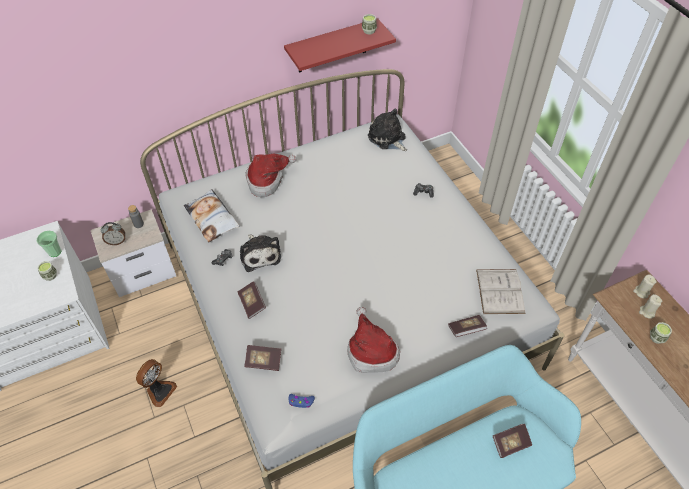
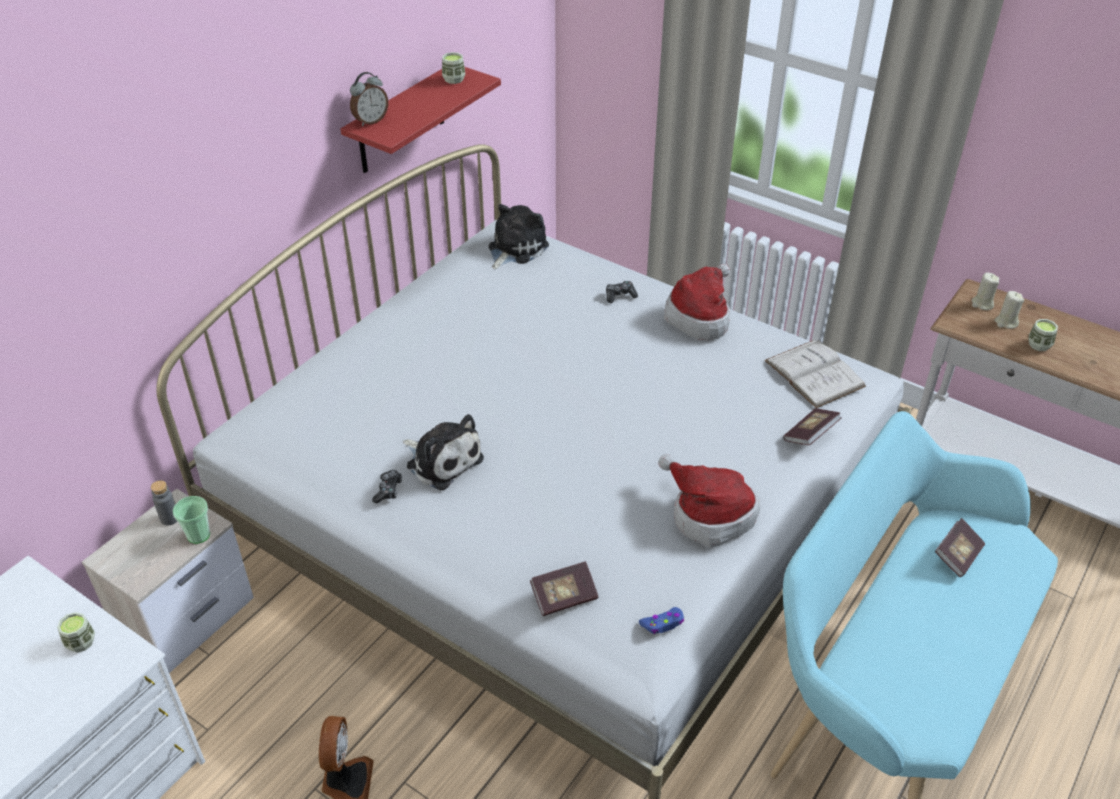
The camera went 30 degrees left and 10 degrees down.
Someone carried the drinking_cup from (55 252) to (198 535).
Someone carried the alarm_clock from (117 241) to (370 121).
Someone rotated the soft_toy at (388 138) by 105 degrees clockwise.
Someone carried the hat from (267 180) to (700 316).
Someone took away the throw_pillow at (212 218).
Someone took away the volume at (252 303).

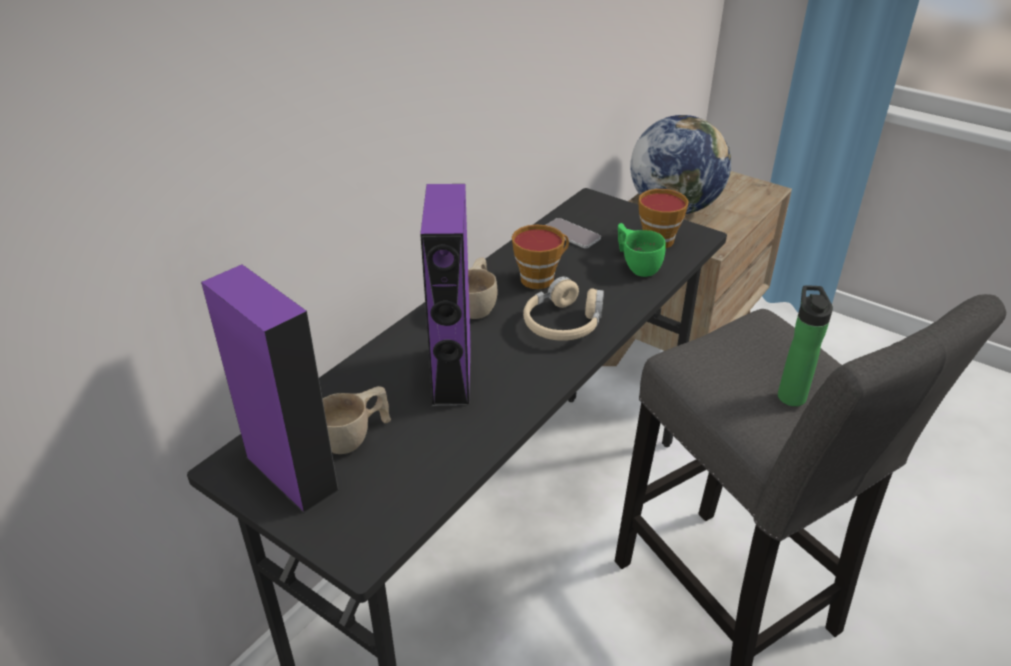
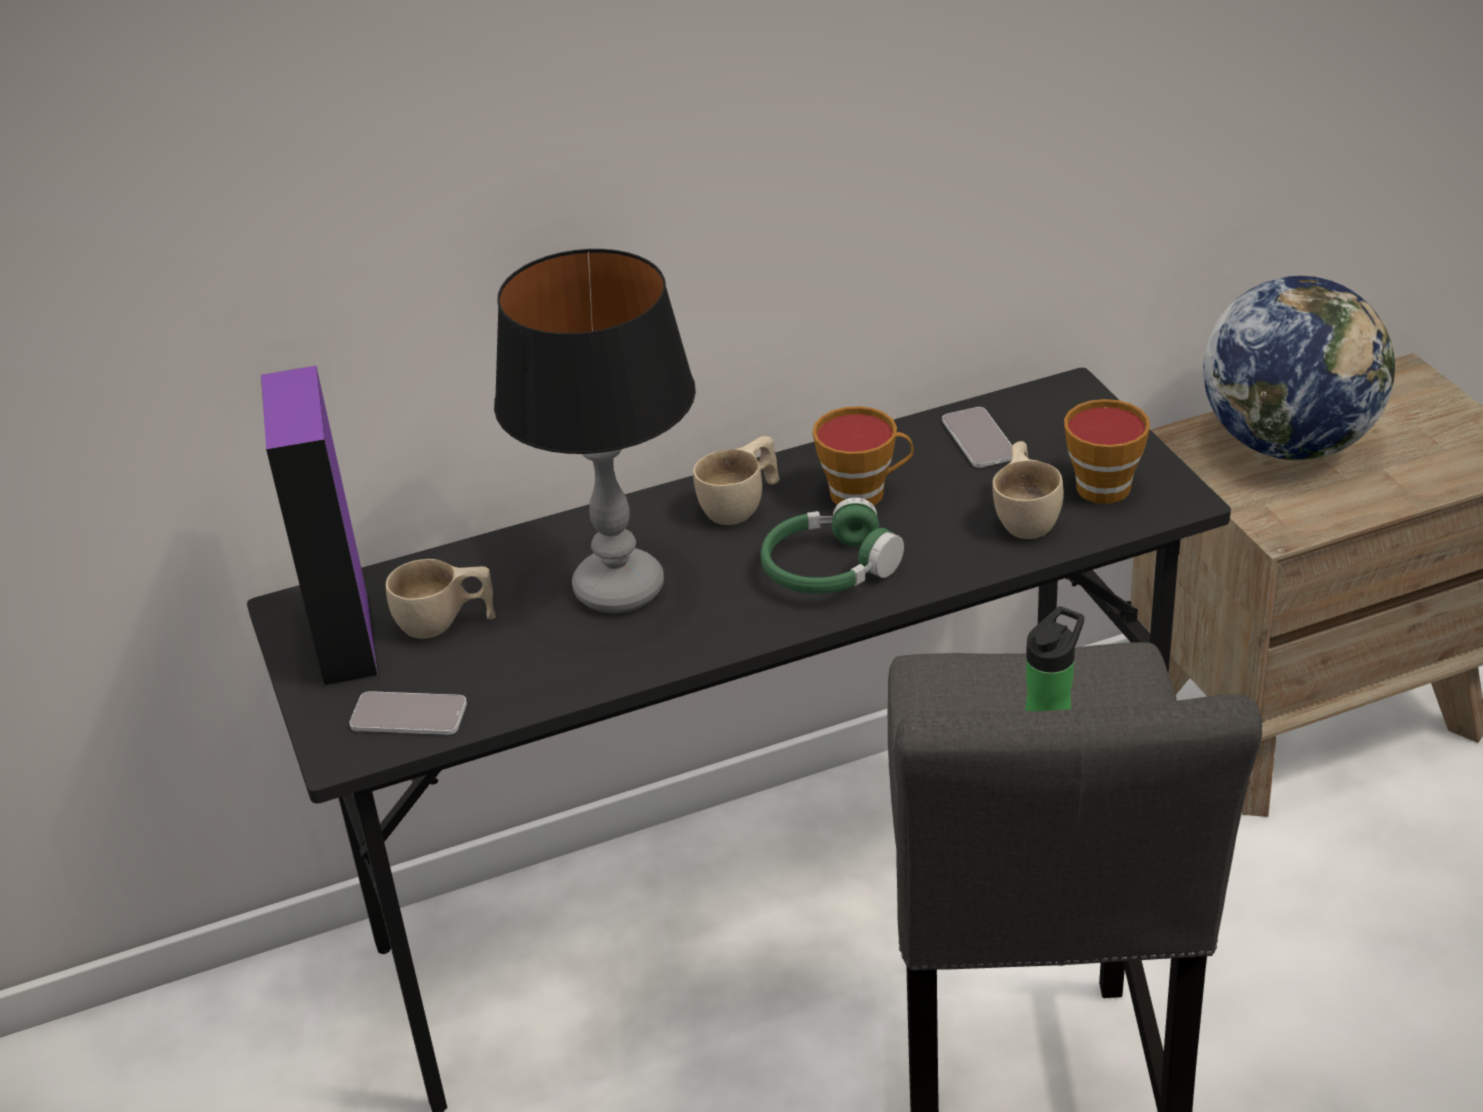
The camera went 35 degrees right and 0 degrees up.
Someone put down the handset at (409 715).
Someone swapped the purplish_speaker at (452 375) for the tabletop_lamp at (620 588).
Someone repainted the sand-coloured_pair_of_headphones at (563 323), which became the green_pair_of_headphones at (829 568).
Someone repainted the green_drinking_cup at (637 264), which became the sand-coloured_drinking_cup at (1027 515).

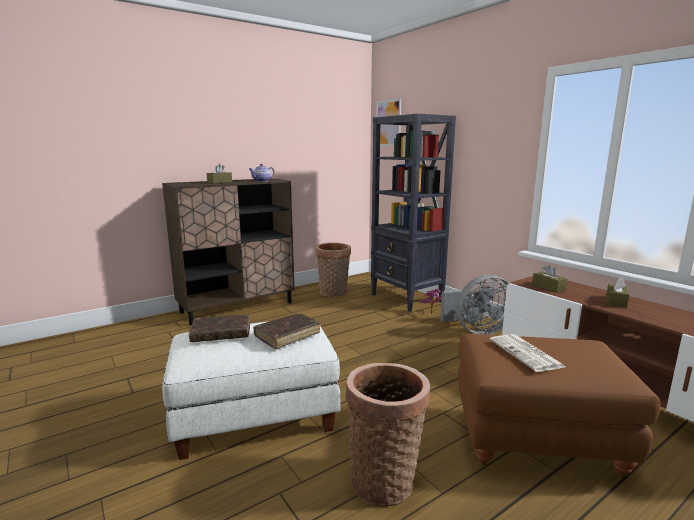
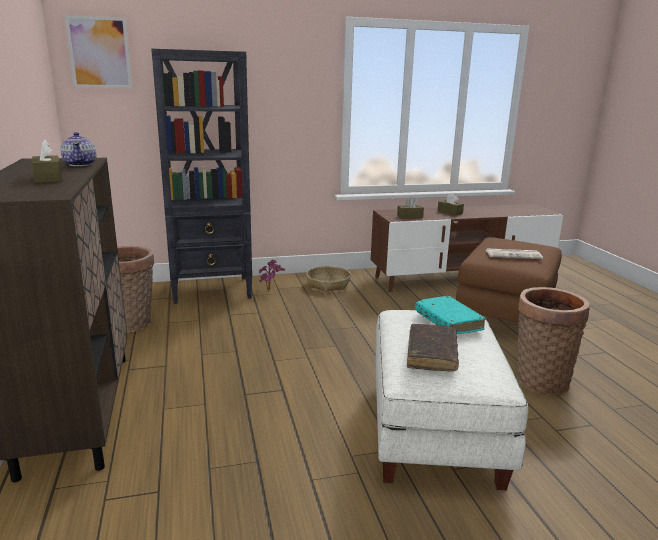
The camera went 70 degrees left and 5 degrees up.
Someone swapped the grey_cooling_fan at (477 331) for the storage_basket at (328 285).
Someone repainted the brown-coloured_volume at (287 336), which became the turquoise-coloured_volume at (448 322).

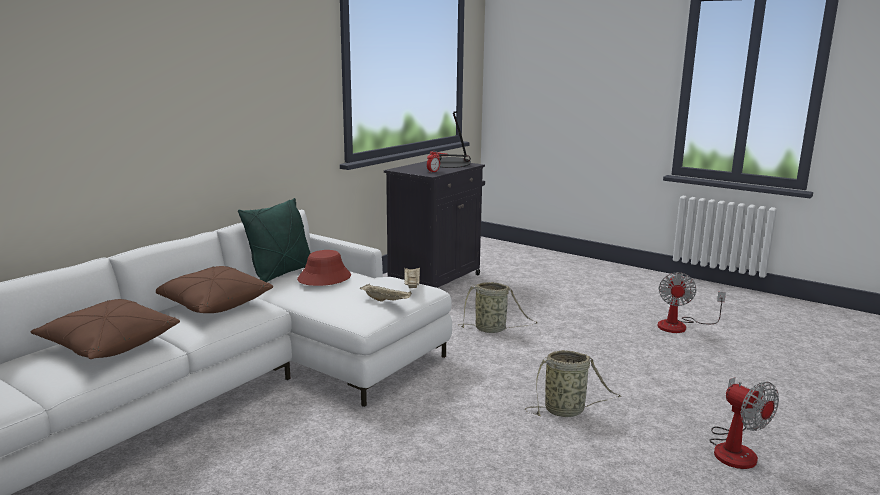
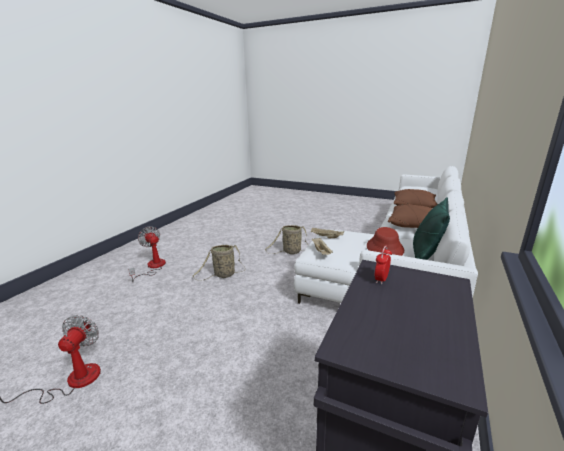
The camera went 170 degrees right and 5 degrees up.
Someone carried the storage_basket from (492 329) to (290 252).
Someone took away the tabletop_lamp at (450 164).

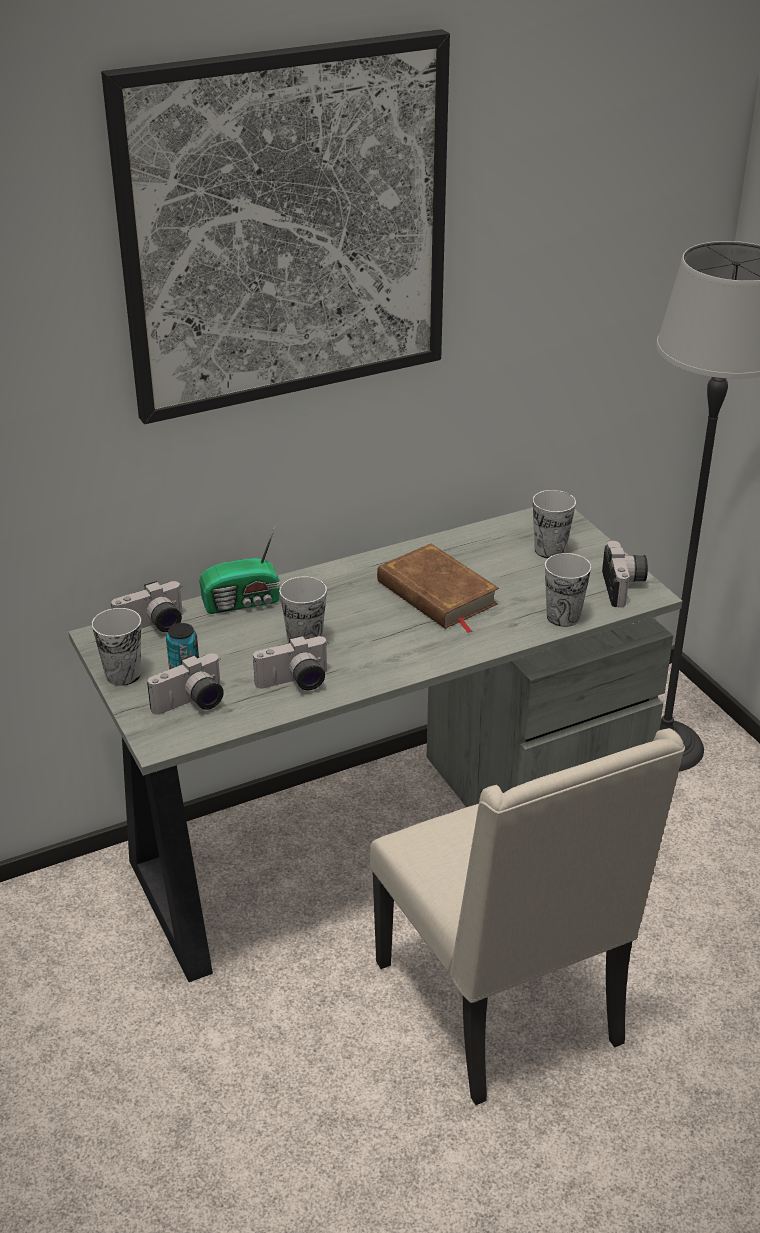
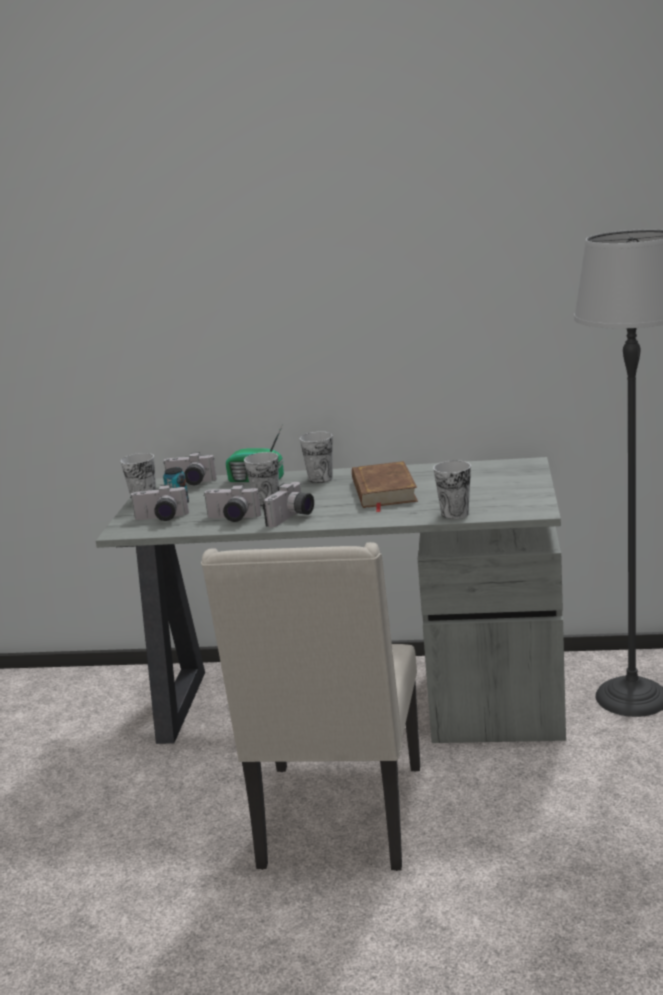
The camera went 35 degrees right and 15 degrees down.
Someone carried the still_camera from (625 587) to (292 517).
Someone carried the drinking_cup from (550 550) to (320 479).
Someone took away the wall_art at (286 228).

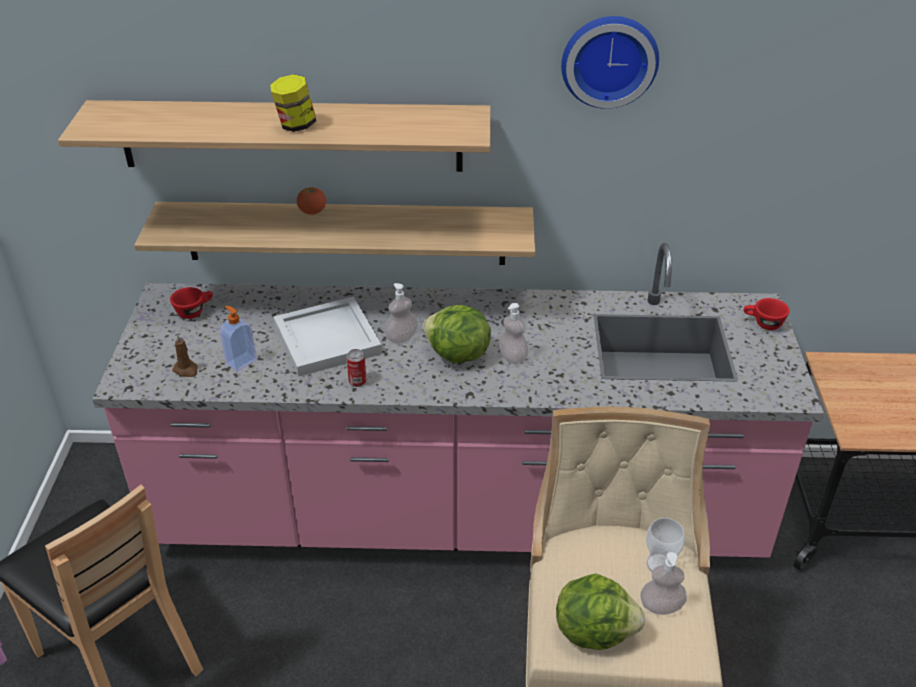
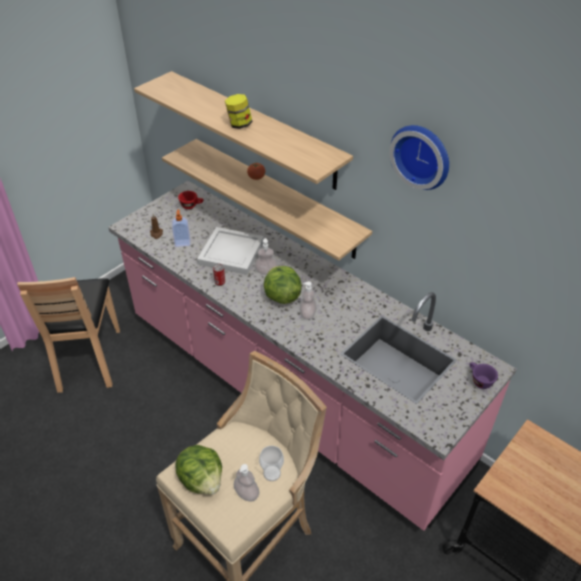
The camera went 40 degrees right and 5 degrees up.
Someone repainted the reddish_drinking_cup at (763 323), which became the purplish_drinking_cup at (479 380).

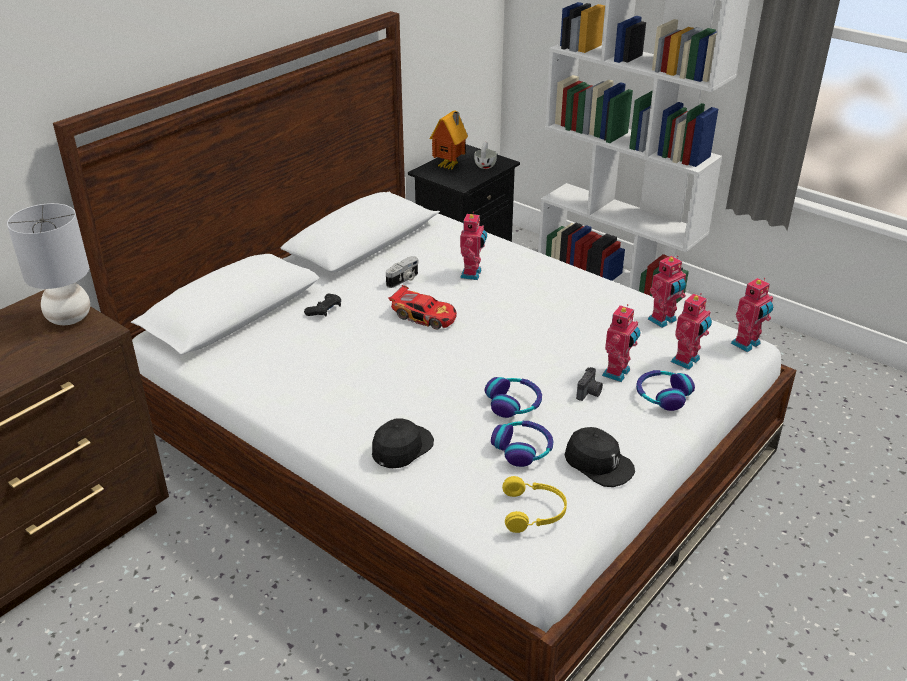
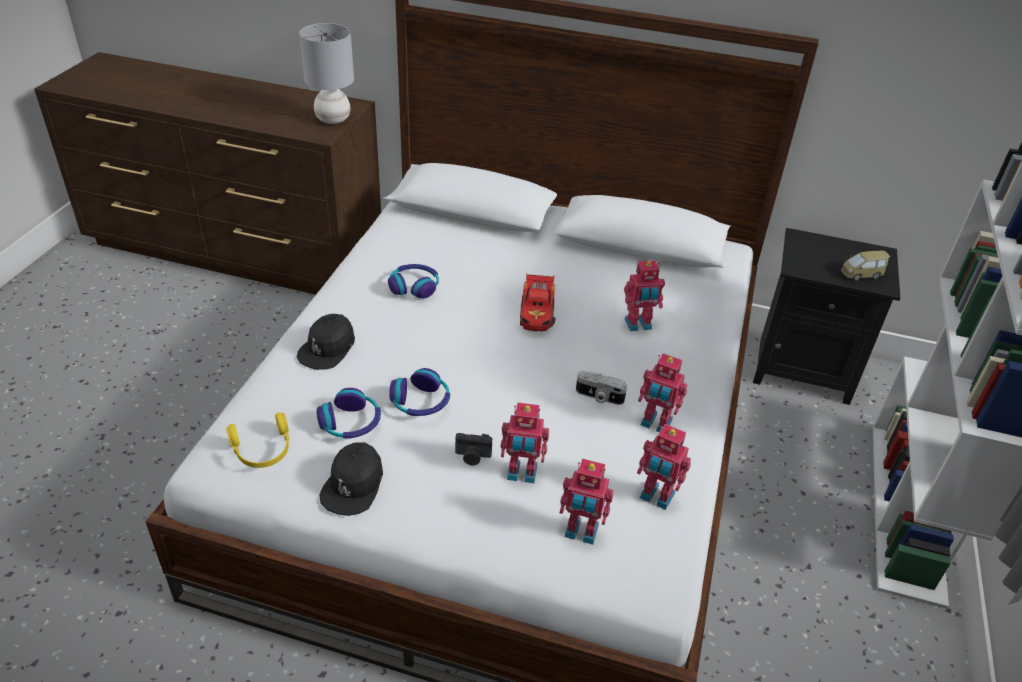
The camera went 65 degrees right and 5 degrees up.
Someone rotated the black-coloured_cap at (401 448) by 105 degrees clockwise.
Someone carried the pair_of_headphones from (662 395) to (414 286).
Someone carried the still_camera from (403 280) to (599 397).
Someone carried the model_robot from (747 344) to (655 424).
Someone swapped the white-coloured_drinking_cup at (485 165) for the toy_car at (861 274).
Someone took away the black-coloured_gamepad at (324 310).
Someone took away the toy_house at (450 166).

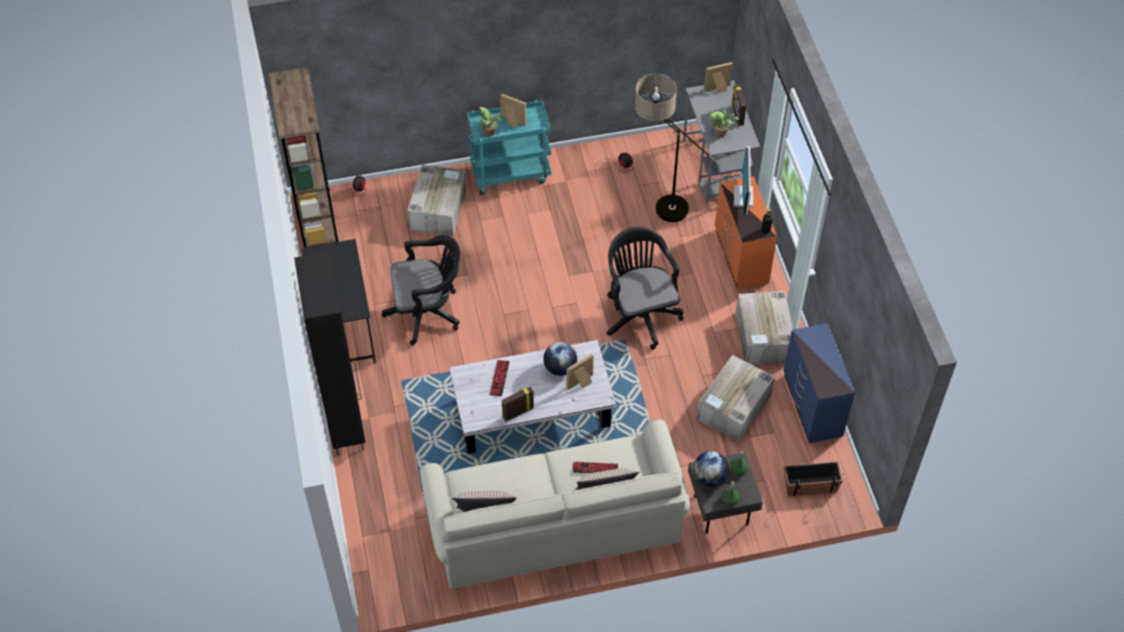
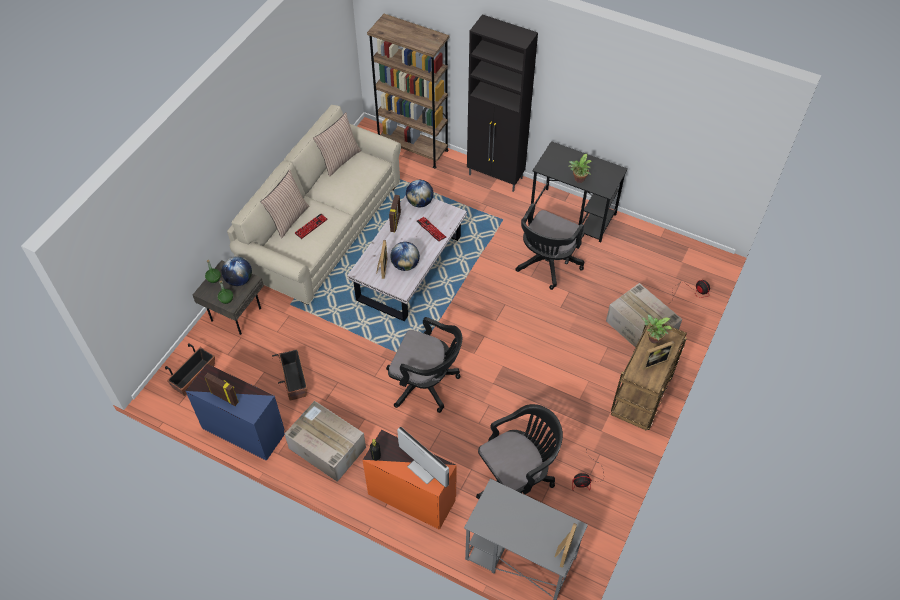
The camera went 130 degrees right and 0 degrees up.
Someone carried the standing_frame from (737 115) to (225 397).
Someone swapped the packing_box at (733 408) for the planter at (294 380).
Someone carried the brown-coloured_bookshelf from (317 221) to (413 148).
Someone put down the desk_globe at (420 202).
Someone swapped the standard_lamp at (659 206) for the black-coloured_office_chair at (516 478).
Someone carried the plant_in_a_pot from (721 133) to (578 180).
Someone repainted the turquoise-coloured_cart at (511 173), which became the brown-coloured_cart at (641 399).

